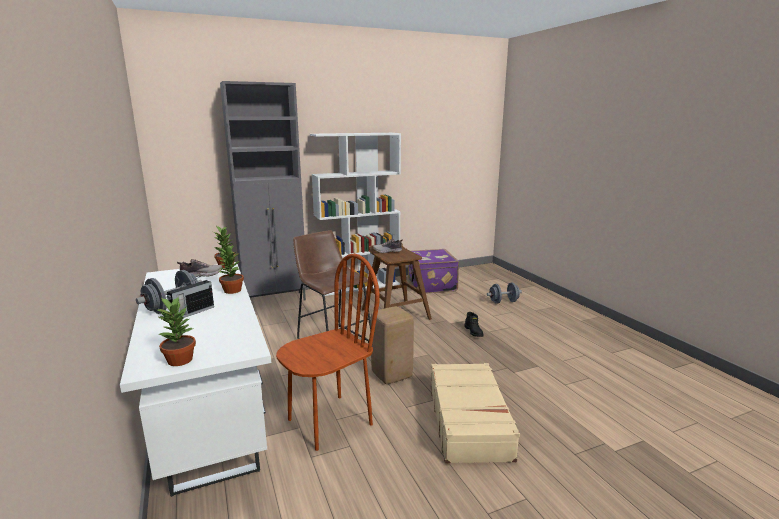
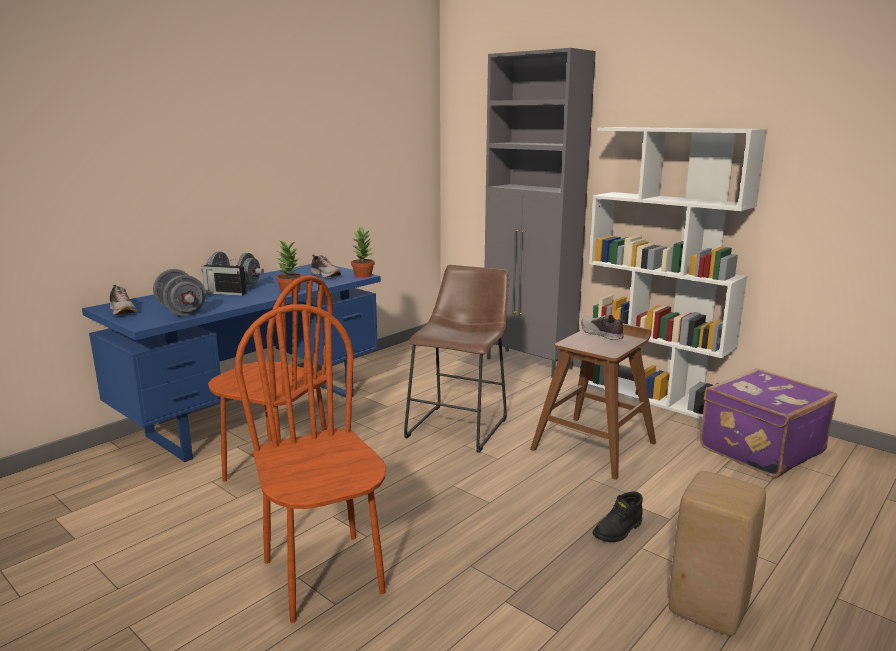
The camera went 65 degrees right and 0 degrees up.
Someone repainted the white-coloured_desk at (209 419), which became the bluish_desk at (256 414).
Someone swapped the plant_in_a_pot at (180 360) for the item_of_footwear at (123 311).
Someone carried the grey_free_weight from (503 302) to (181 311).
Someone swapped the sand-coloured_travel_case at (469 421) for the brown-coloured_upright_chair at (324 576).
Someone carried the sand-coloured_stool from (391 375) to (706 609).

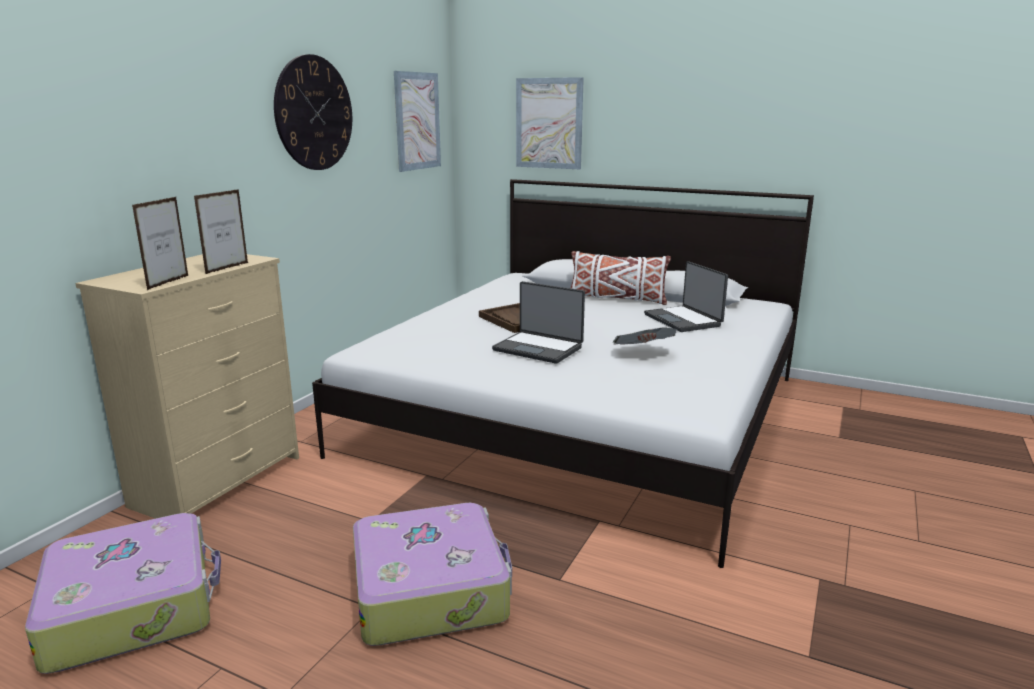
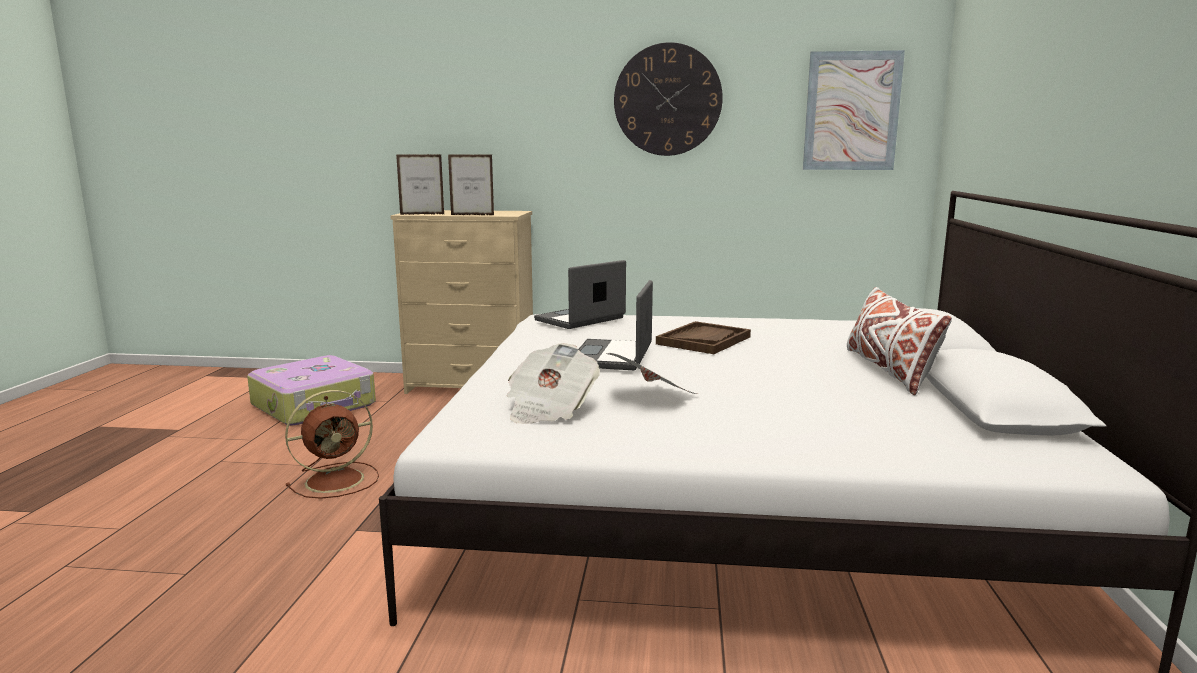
The camera went 70 degrees right and 5 degrees down.
Someone swapped the travel_case at (431 589) for the brown-coloured_cooling_fan at (337 480).
Someone put down the newspaper at (549 409).
Someone carried the notebook_computer from (683 320) to (581 319).
Someone took away the wall_art at (549 123).

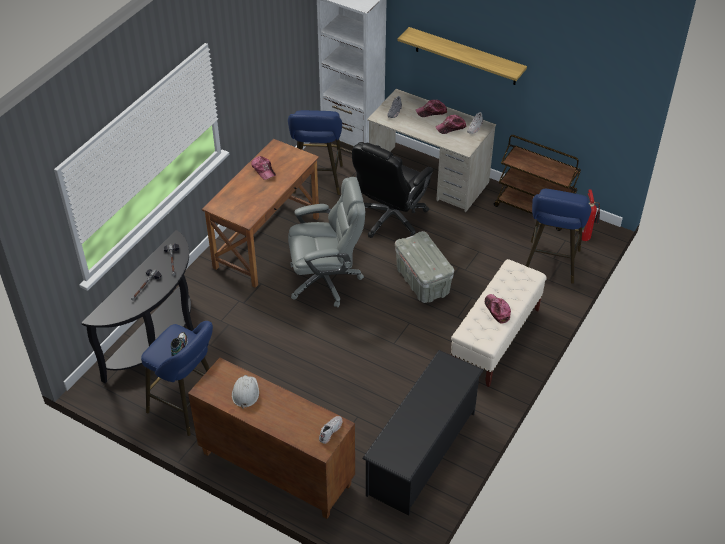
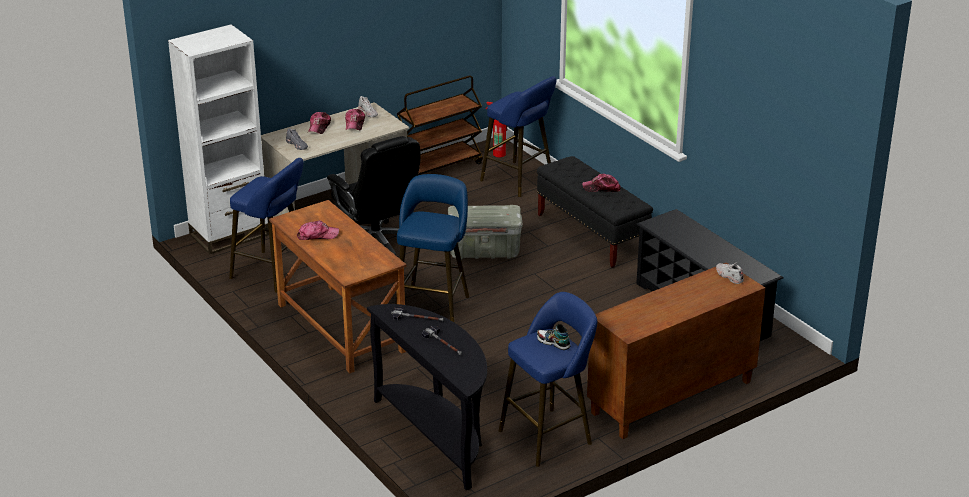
The camera went 65 degrees left and 15 degrees down.
Someone swapped the grey_office_chair at (326 280) for the bluish_stool at (433 305).
Someone repainted the sand-coloured_long_seat at (495 339), which became the black-coloured_long_seat at (592 235).
Someone took away the white-coloured_work_helmet at (245 392).
Someone took away the shelf at (465 56).

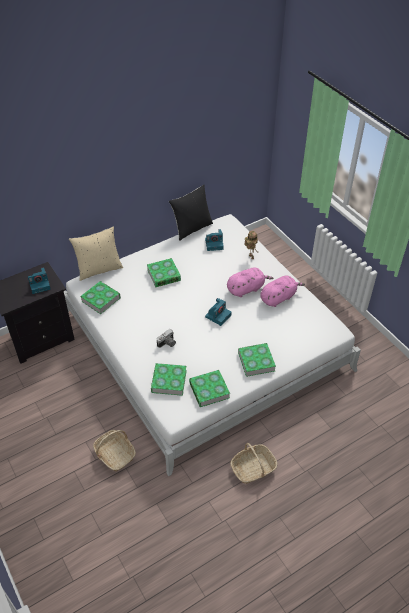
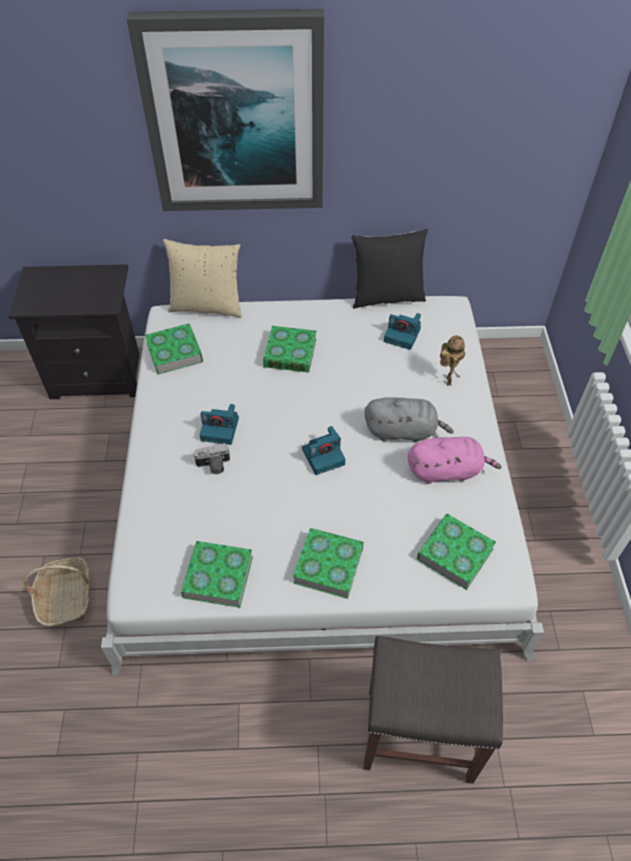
The camera went 30 degrees right and 5 degrees up.
Someone put up the wall_art at (235 115).
Someone carried the still_camera from (40 284) to (221 429).
Someone put down the grey_stool at (421 733).
Someone repainted the pinkish_soft_toy at (246 289), which became the grey_soft_toy at (403 431).
Someone carried the volume from (169 381) to (455 554).
Someone took away the storage_basket at (253 468).

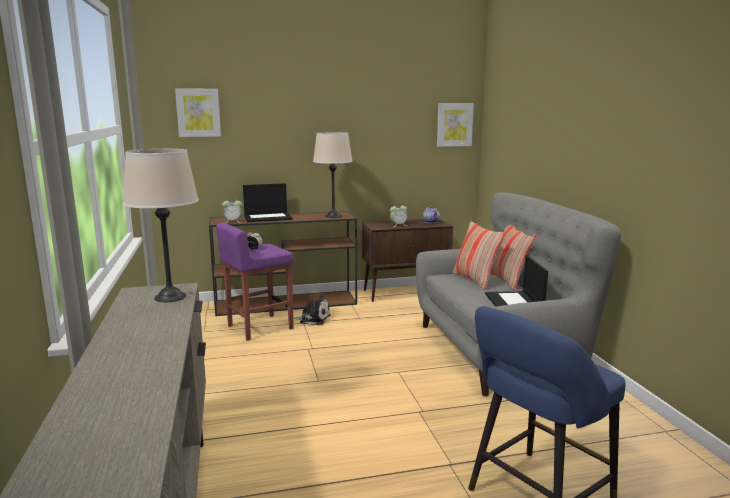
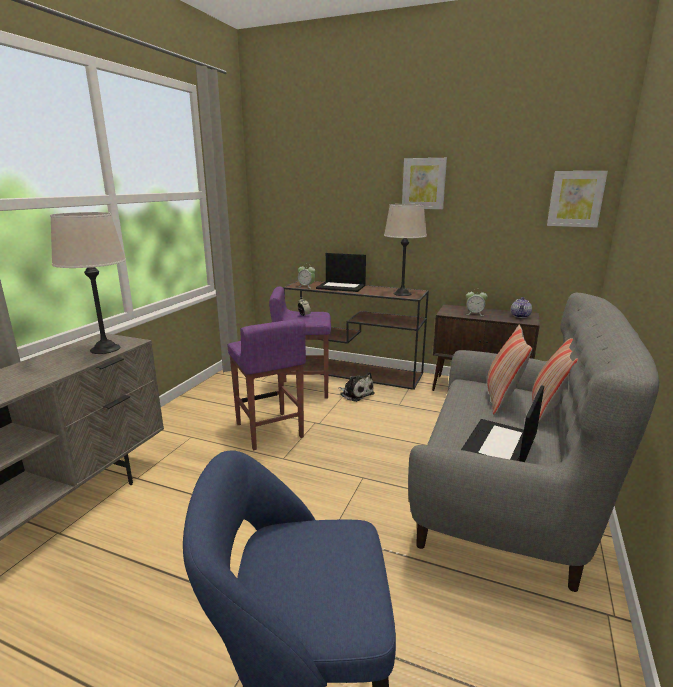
The camera went 35 degrees right and 5 degrees up.
Someone put down the purplish_stool at (269 431).
Someone carried the wall_art from (198 112) to (424 183).

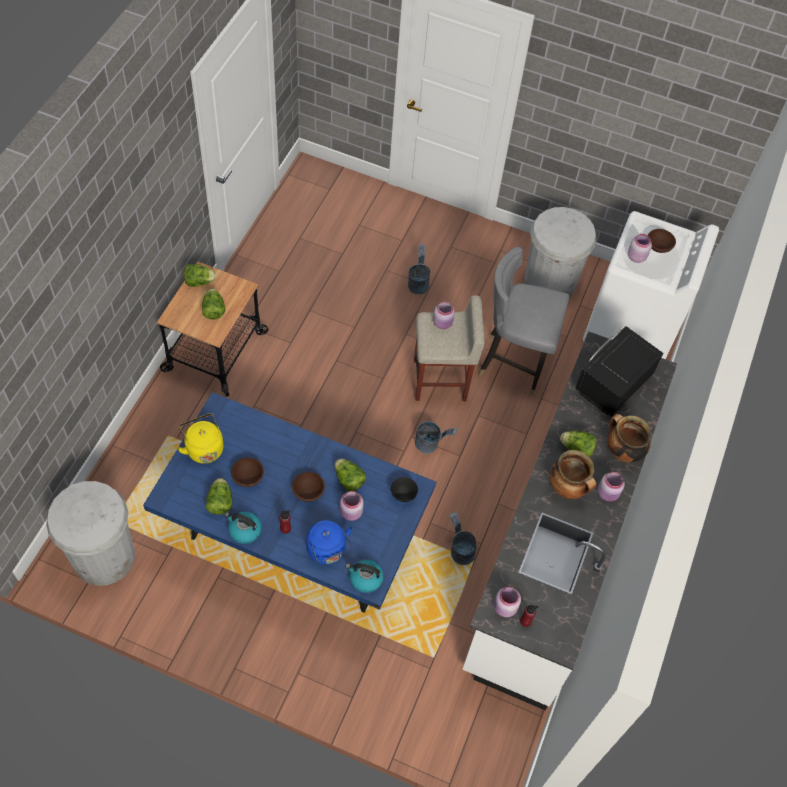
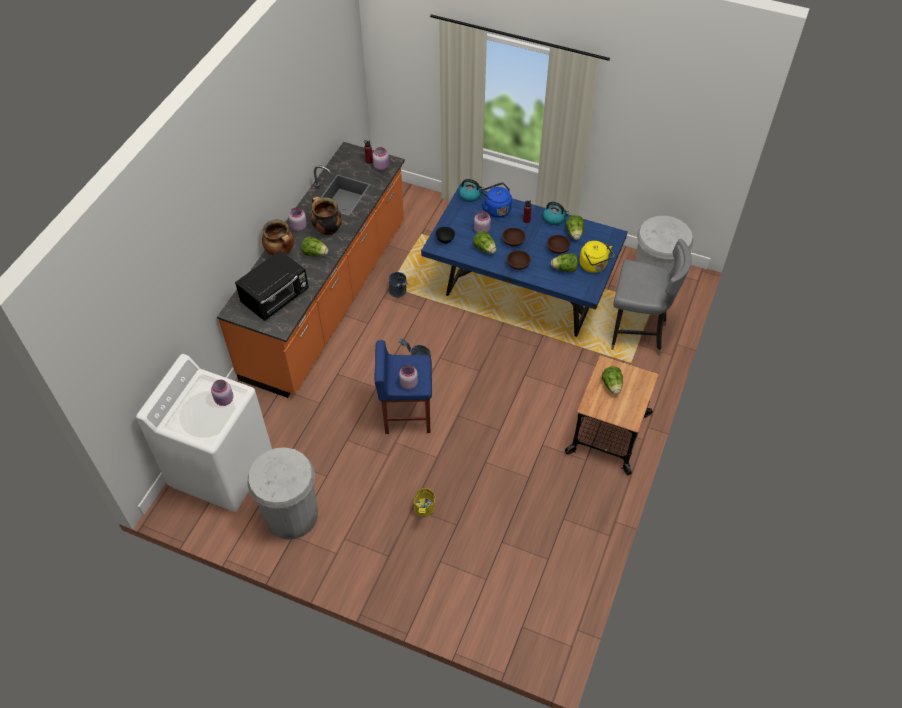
The camera went 175 degrees left and 5 degrees down.
Someone repainted the white-coloured_kitchen_base_unit at (555 542), which became the orangey_kitchen_base_unit at (327 299).
Someone repainted the sand-coloured_stool at (441 380), which became the bluish_stool at (406 415).
Someone repainted the grey_bucket at (418 283), which became the yellowish_bucket at (424 511).
Someone carried the brown-coloured_deep_dish from (658 246) to (518 265).
Someone carried the lettuce from (199 281) to (564 269).
Someone carried the grey_upright_chair from (513 363) to (637 334).

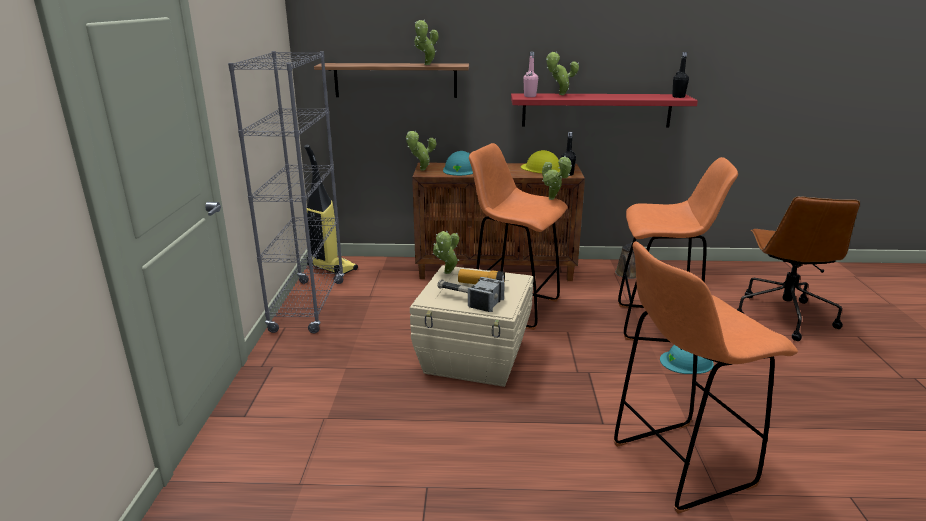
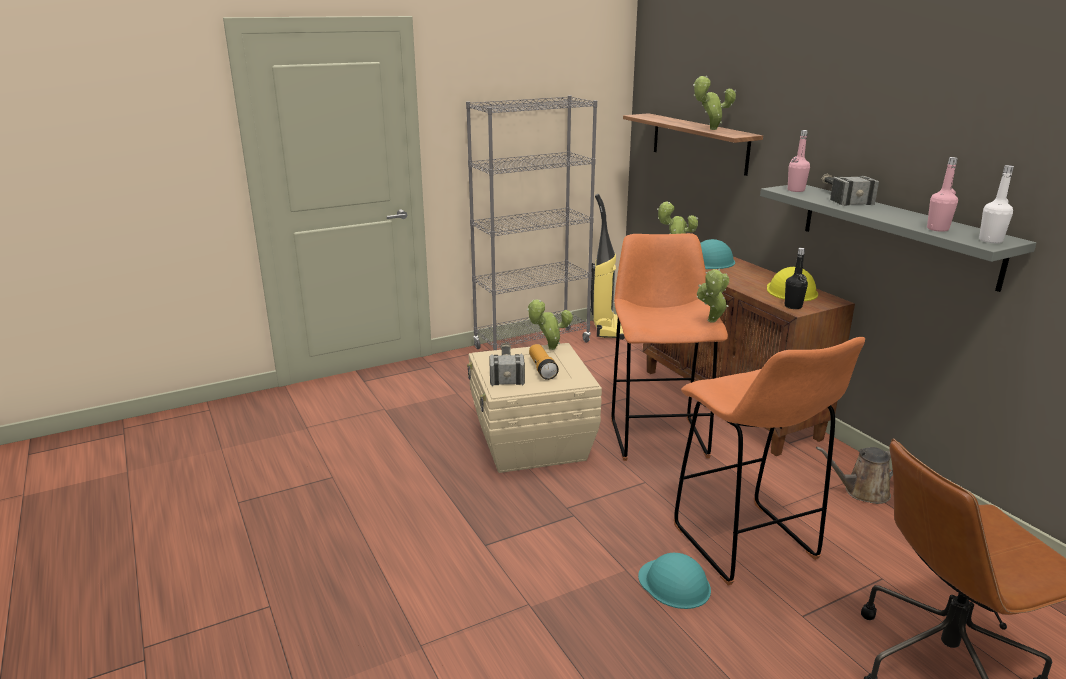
The camera went 60 degrees right and 0 degrees up.
Someone repainted the reddish_shelf at (596 110), which became the grey_shelf at (896 233).
Someone swapped the plant_in_a_pot at (560 94) for the tool_hammer at (841 197).
Someone put down the pinkish_beverage_bottle at (937 229).
Someone repainted the black-coloured_beverage_bottle at (678 97), which became the white-coloured_beverage_bottle at (990 240).
Someone took away the orangey_stool at (678 465).

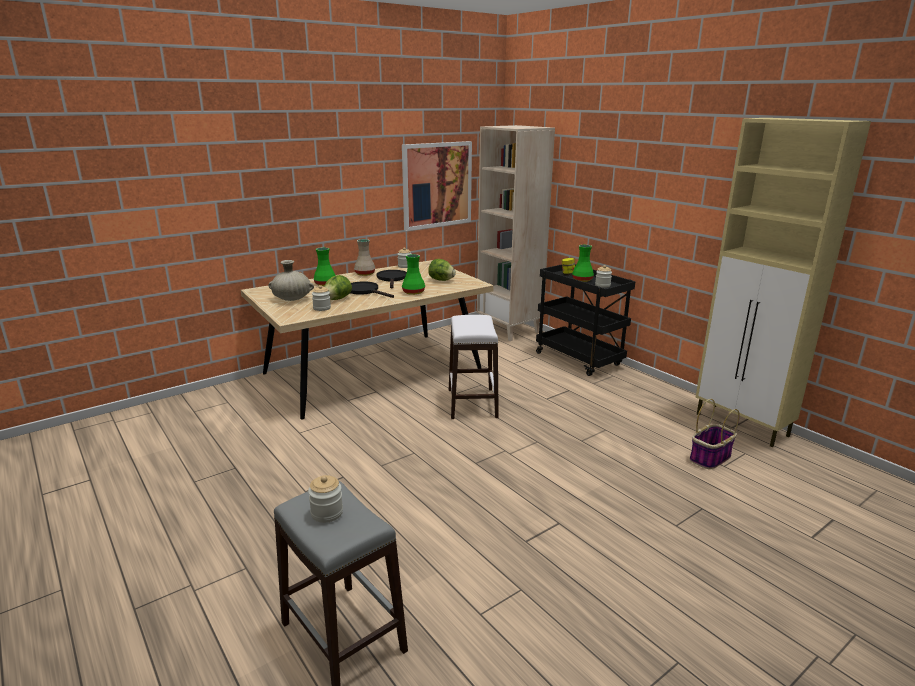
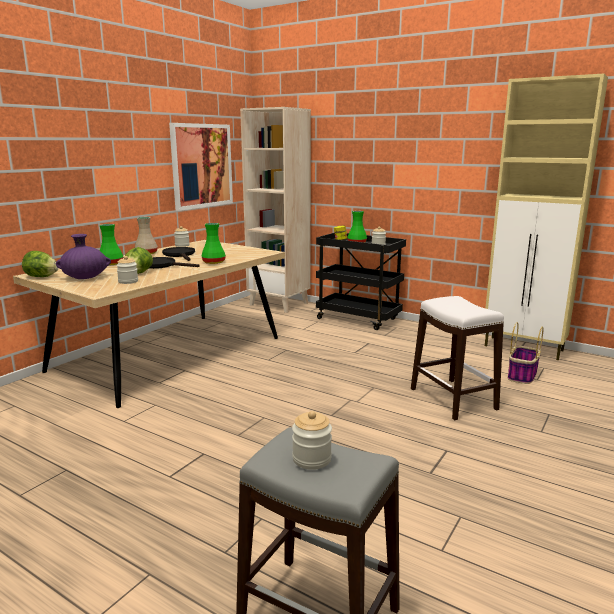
The camera went 20 degrees left and 5 degrees down.
Someone carried the lettuce from (441 280) to (41 277).
Someone repainted the sand-coloured_decorative_vase at (292 299), which became the purplish_decorative_vase at (85 278).
Someone carried the white-coloured_stool from (472 403) to (453 398).

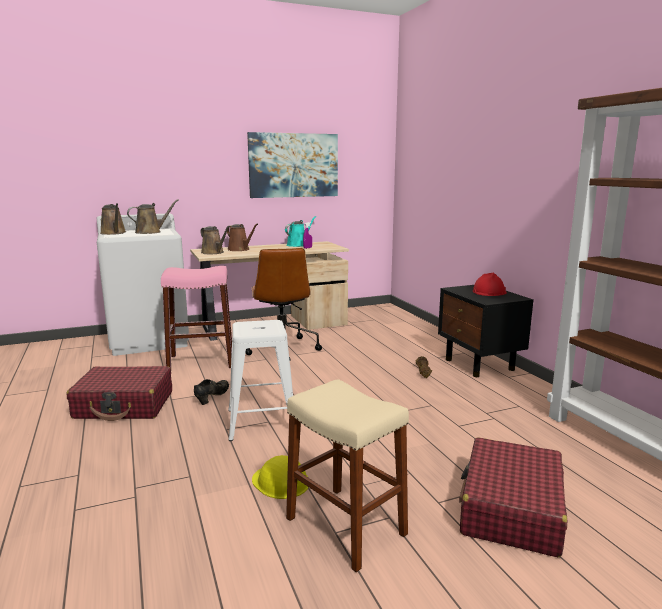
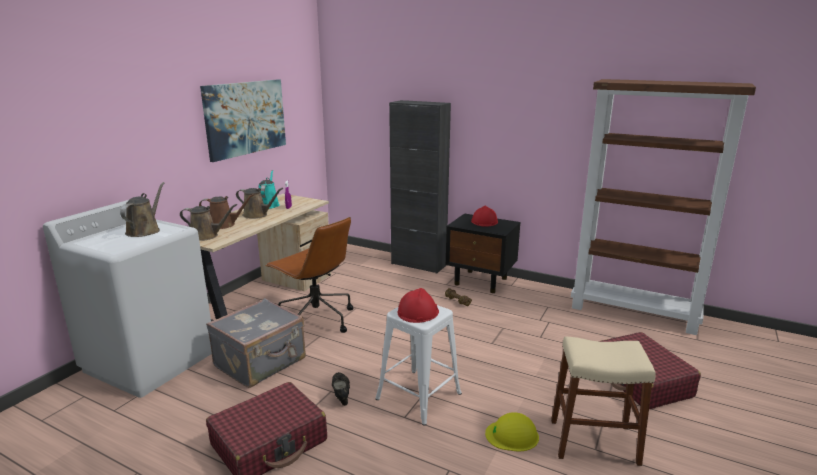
The camera went 40 degrees left and 5 degrees up.
Someone swapped the pinkish_stool at (201 361) for the grey_travel_case at (261 363).
Someone carried the brown-coloured_watering_can from (114 233) to (257 215).
Someone put down the black-coloured_cupboard at (418 264).
Someone put down the reddish_work_helmet at (418 312).

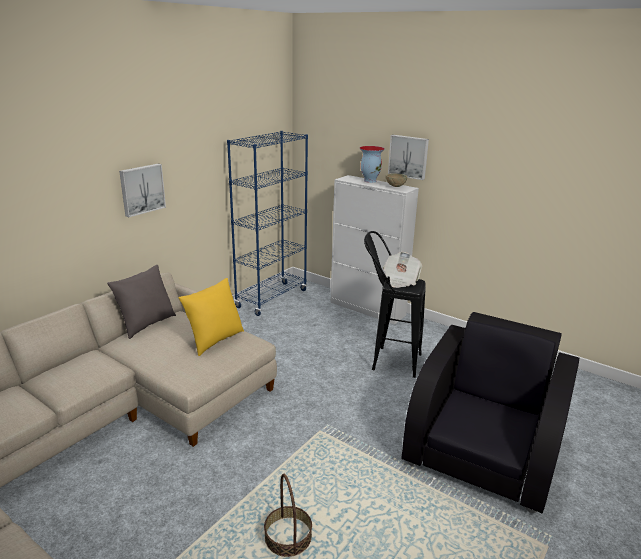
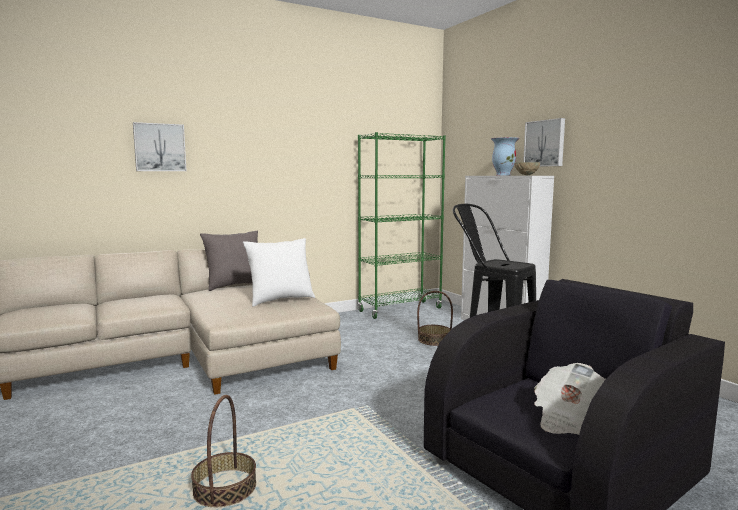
The camera went 25 degrees right and 15 degrees down.
Someone carried the wall_art from (141 189) to (159 147).
Someone repainted the yellowish_throw_pillow at (214 340), which became the white-coloured_throw_pillow at (280 300).
Someone repainted the bluish_bookshelf at (272 299), which became the green_bookshelf at (400 310).
Someone put down the storage_basket at (434 340).
Someone carried the newspaper from (401 280) to (569 419).

